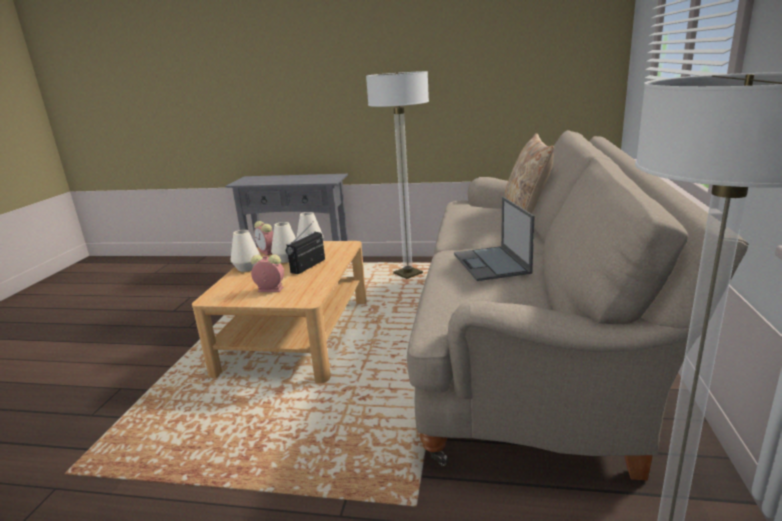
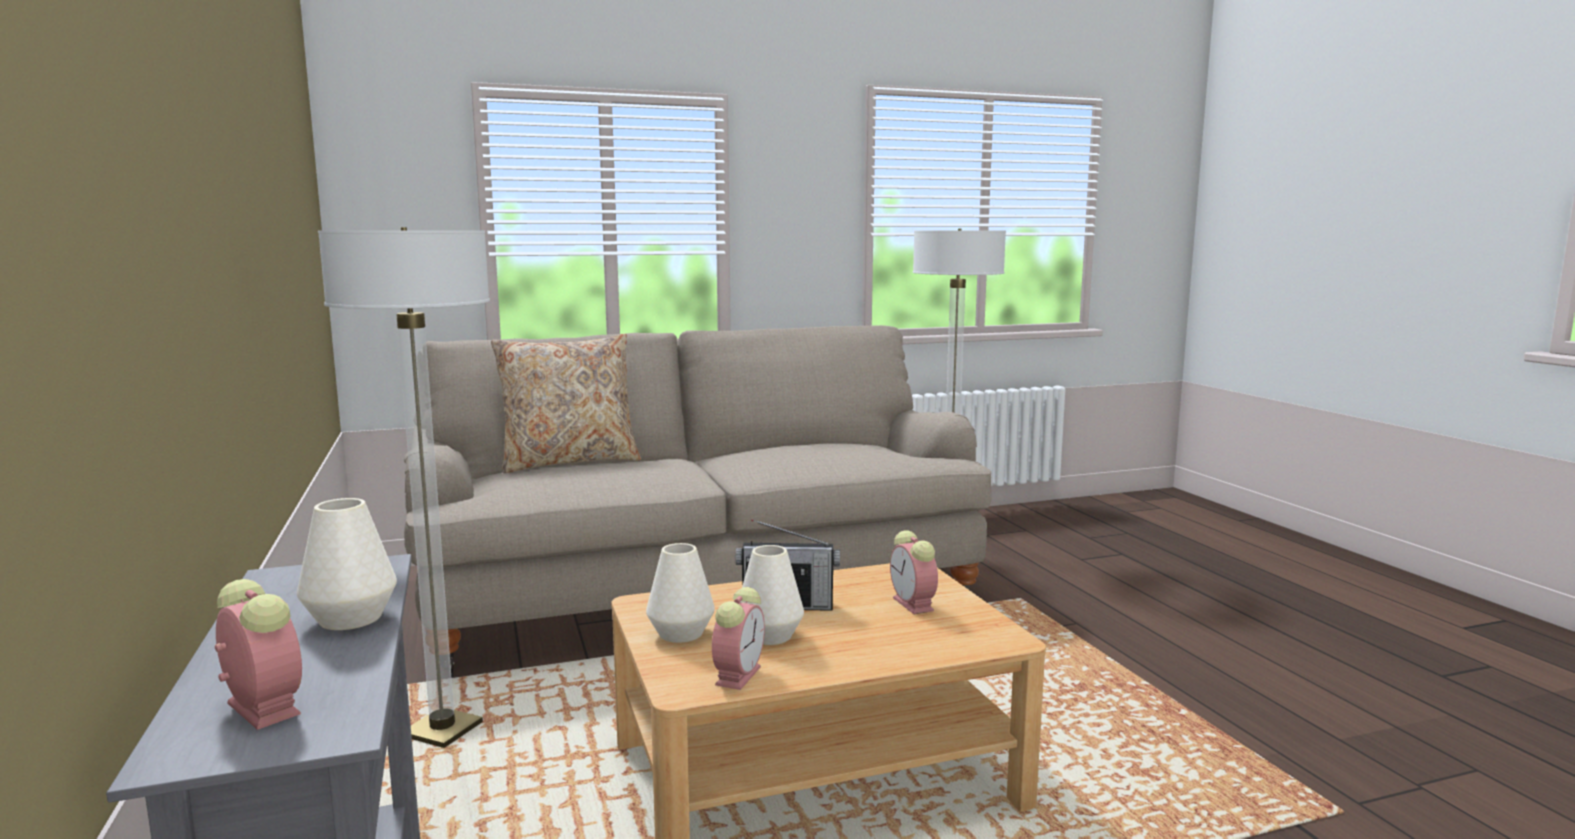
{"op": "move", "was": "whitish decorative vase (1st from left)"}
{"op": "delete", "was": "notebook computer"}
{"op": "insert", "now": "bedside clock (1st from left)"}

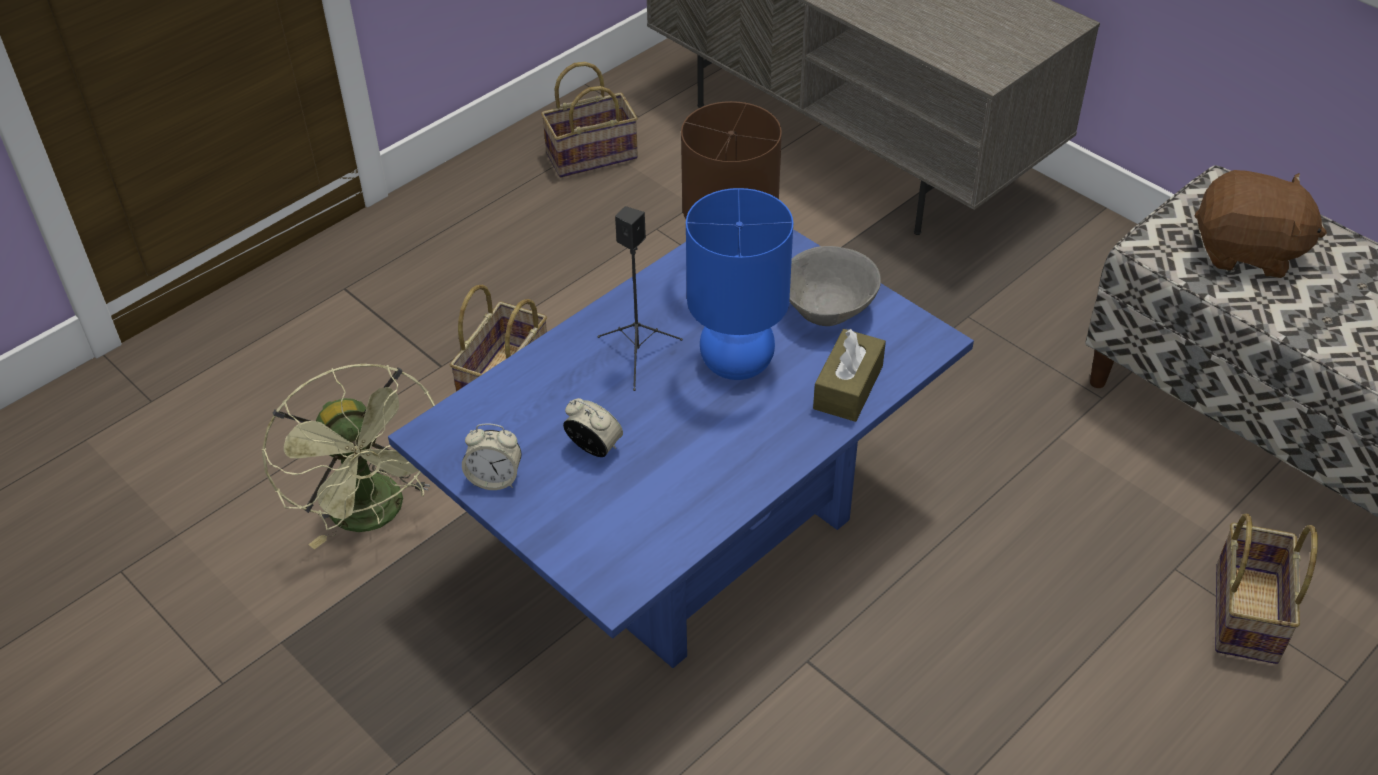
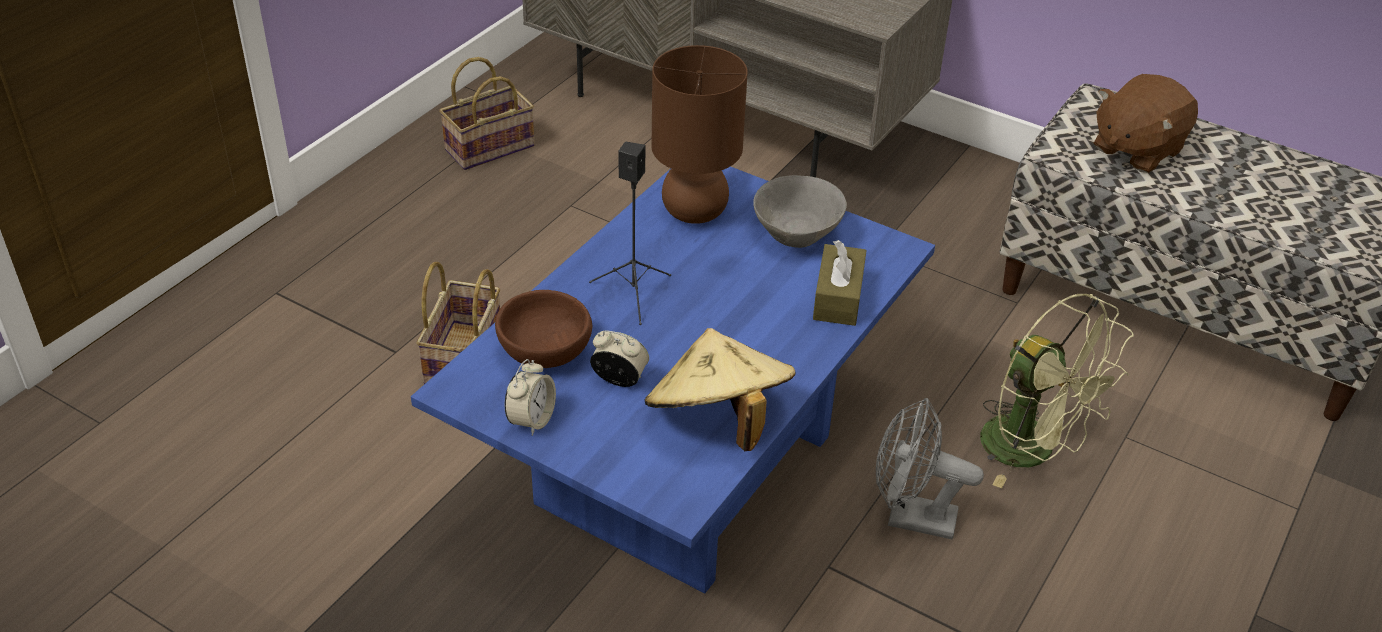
{"op": "move", "was": "green cooling fan"}
{"op": "rotate", "was": "bedside clock (1st from left)", "clockwise": -60}
{"op": "delete", "was": "bluish table lamp"}
{"op": "rotate", "was": "brown-coloured plush toy", "clockwise": 135}
{"op": "delete", "was": "basket (3rd from left)"}
{"op": "insert", "now": "brown-coloured serving bowl"}
{"op": "insert", "now": "beige-coloured clothing hat"}
{"op": "insert", "now": "grey cooling fan"}

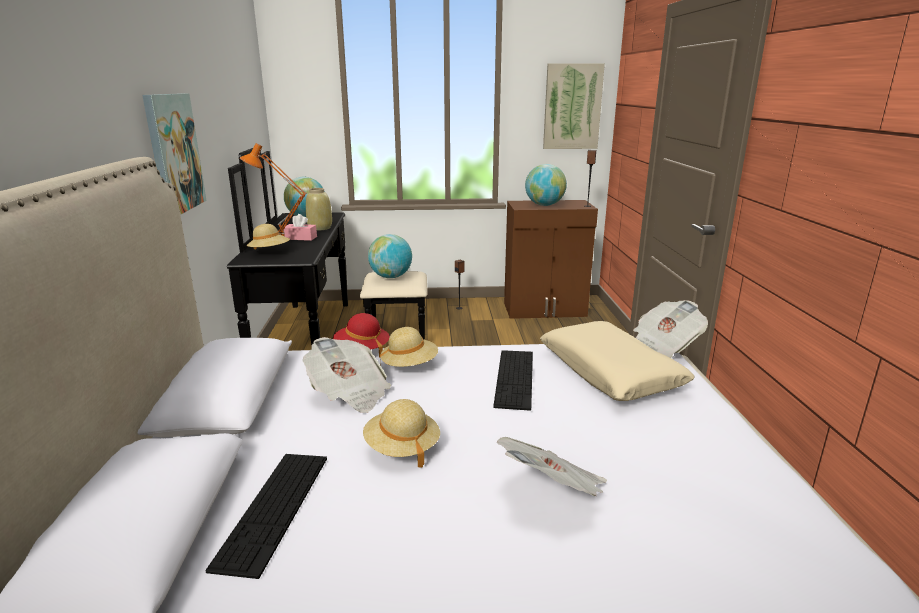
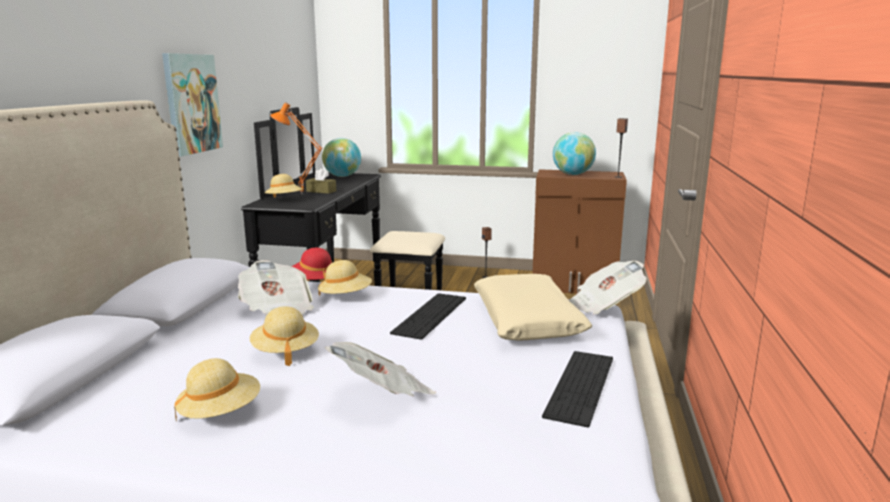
{"op": "move", "was": "PC keyboard (1st from left in the first image)", "now": "PC keyboard (2nd from left)"}
{"op": "recolor", "was": "pink-coloured tissue holder", "now": "brown-coloured tissue holder"}
{"op": "delete", "was": "beige-coloured decorative vase"}
{"op": "delete", "was": "world globe (2nd from left)"}
{"op": "delete", "was": "wall picture (2nd from left)"}
{"op": "insert", "now": "beige-coloured clothing hat (1st from left)"}

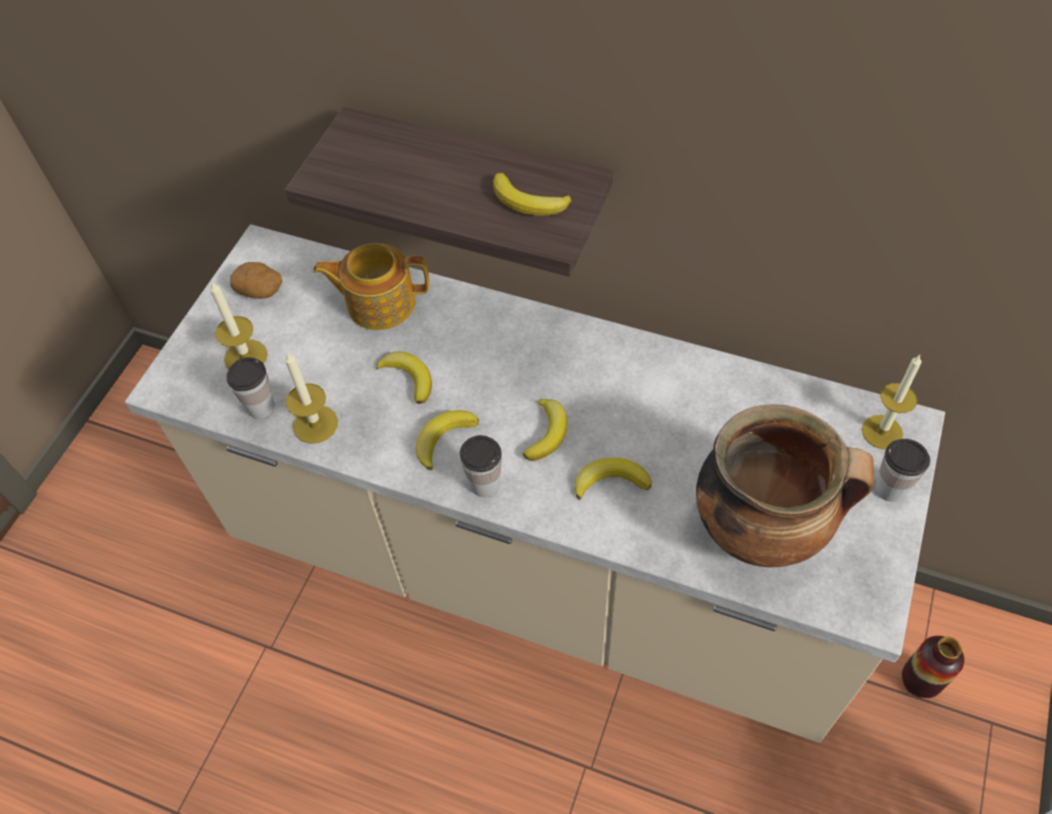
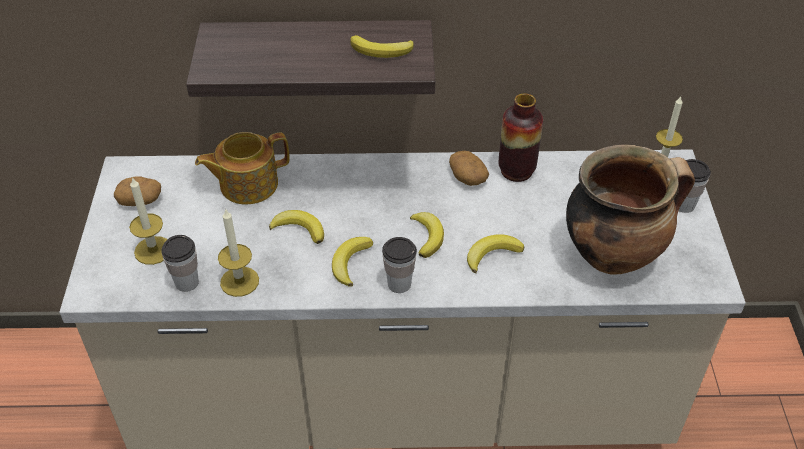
{"op": "move", "was": "decorative vase"}
{"op": "insert", "now": "whole potato (2nd from left)"}

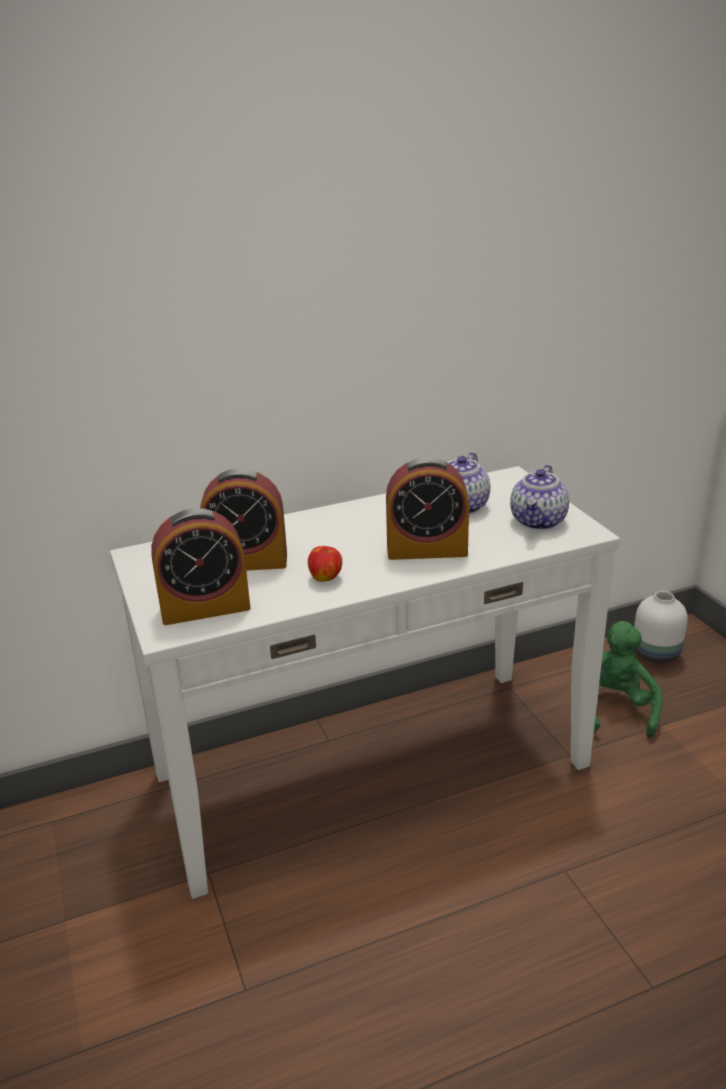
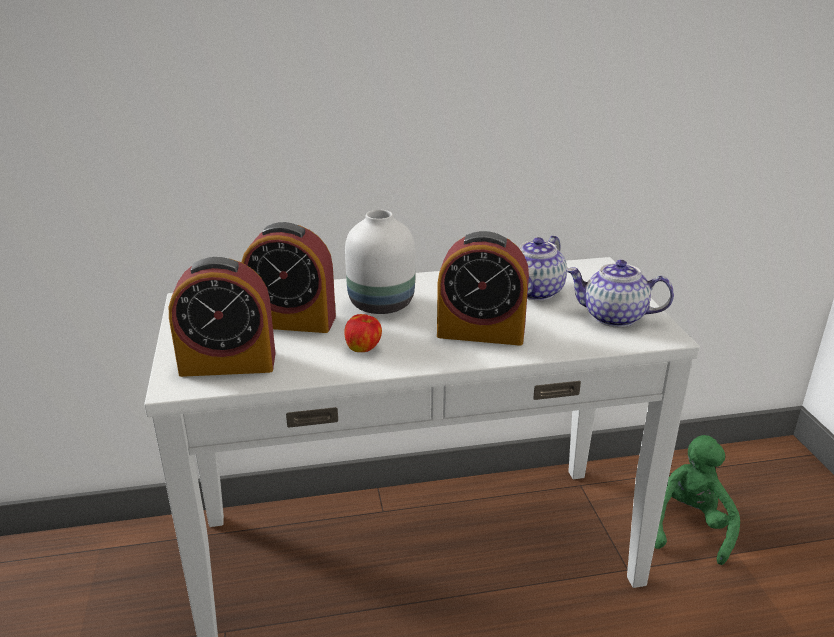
{"op": "rotate", "was": "tea pot (2nd from left)", "clockwise": 75}
{"op": "move", "was": "whitish decorative vase"}

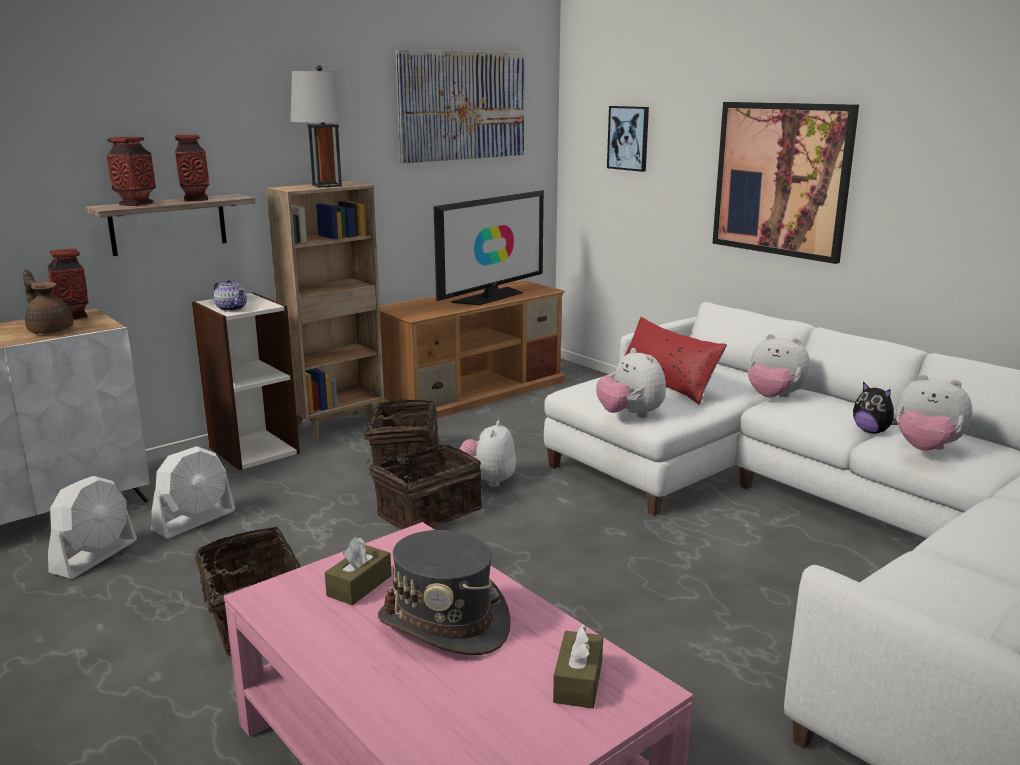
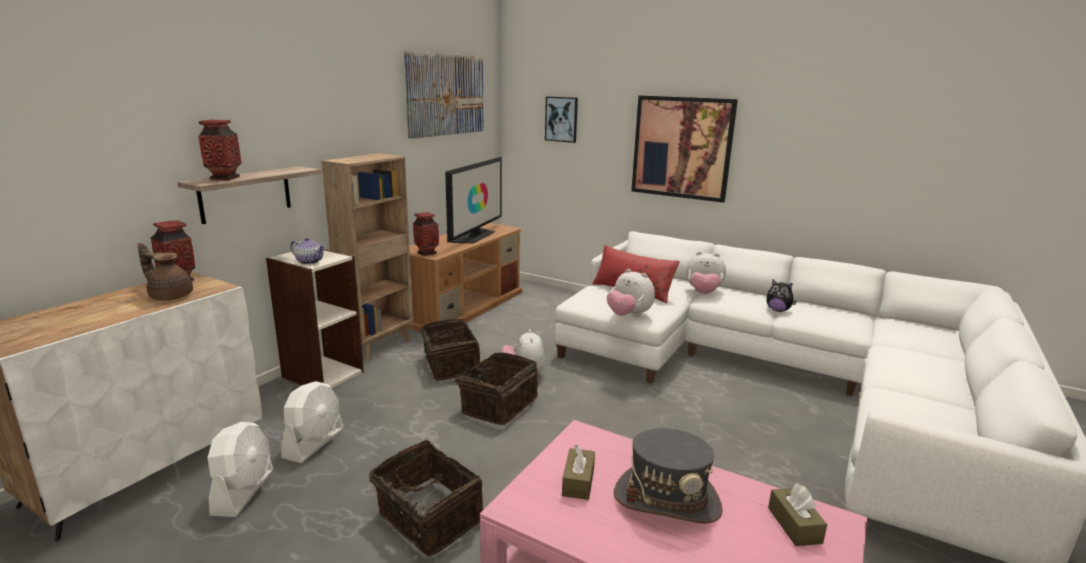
{"op": "move", "was": "decorative vase (3rd from left)"}
{"op": "delete", "was": "grey table lamp"}
{"op": "delete", "was": "plush toy (5th from left)"}

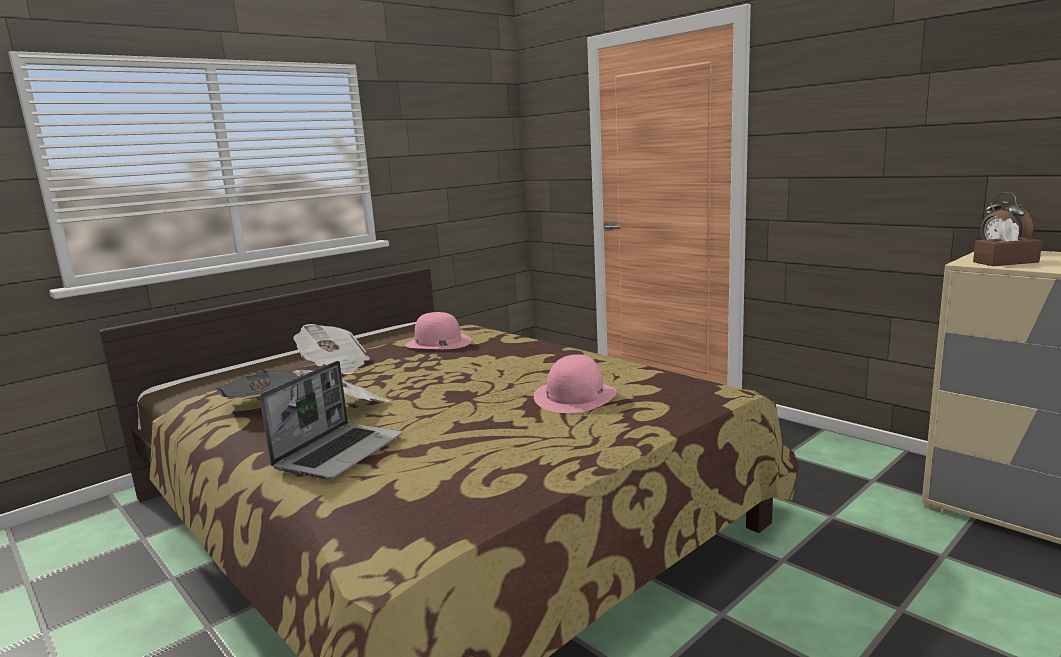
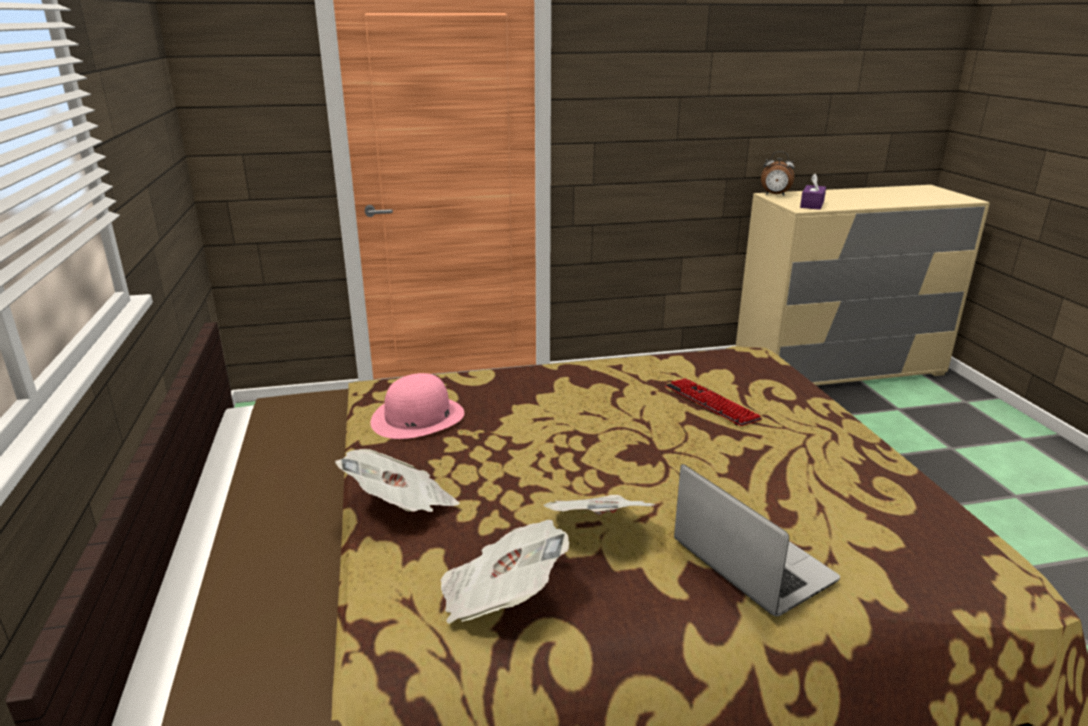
{"op": "replace", "was": "pink-coloured clothing hat (2nd from left)", "now": "PC keyboard"}
{"op": "recolor", "was": "brown-coloured tissue holder", "now": "purple-coloured tissue holder"}

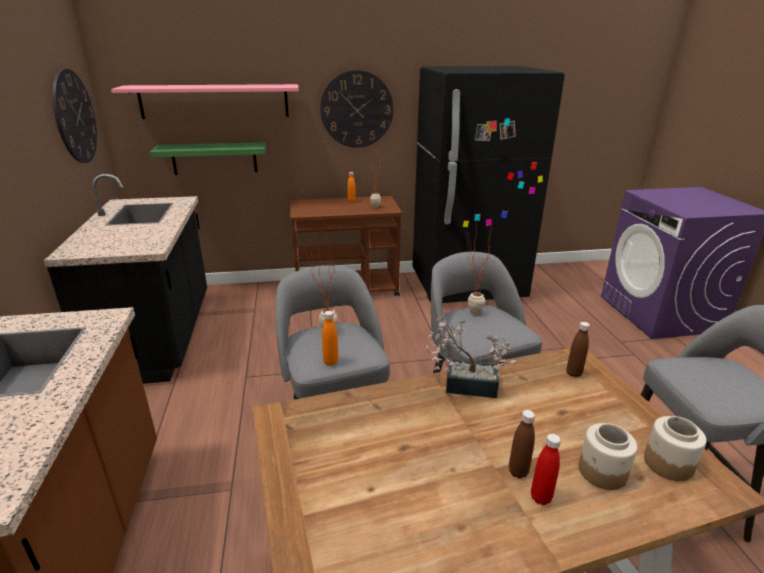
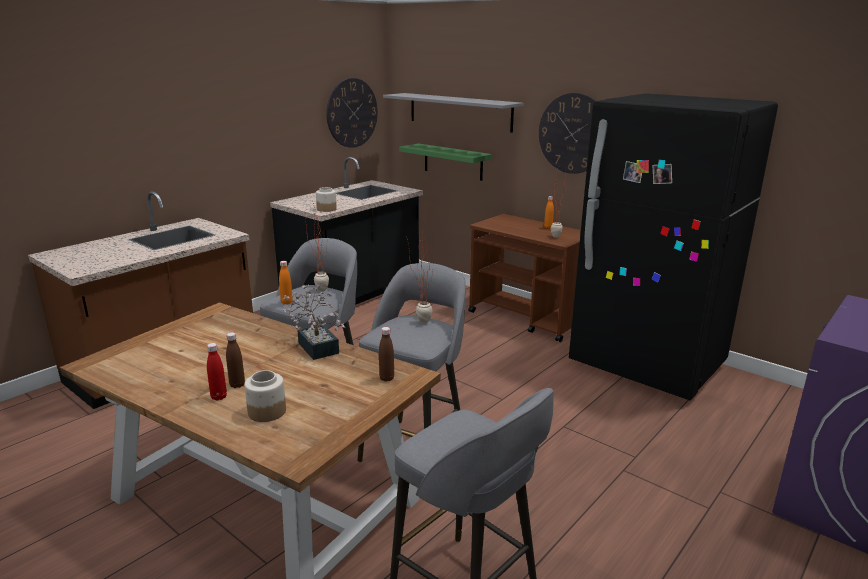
{"op": "recolor", "was": "pink-coloured wall shelf", "now": "grey wall shelf"}
{"op": "move", "was": "jar (2nd from left)"}

